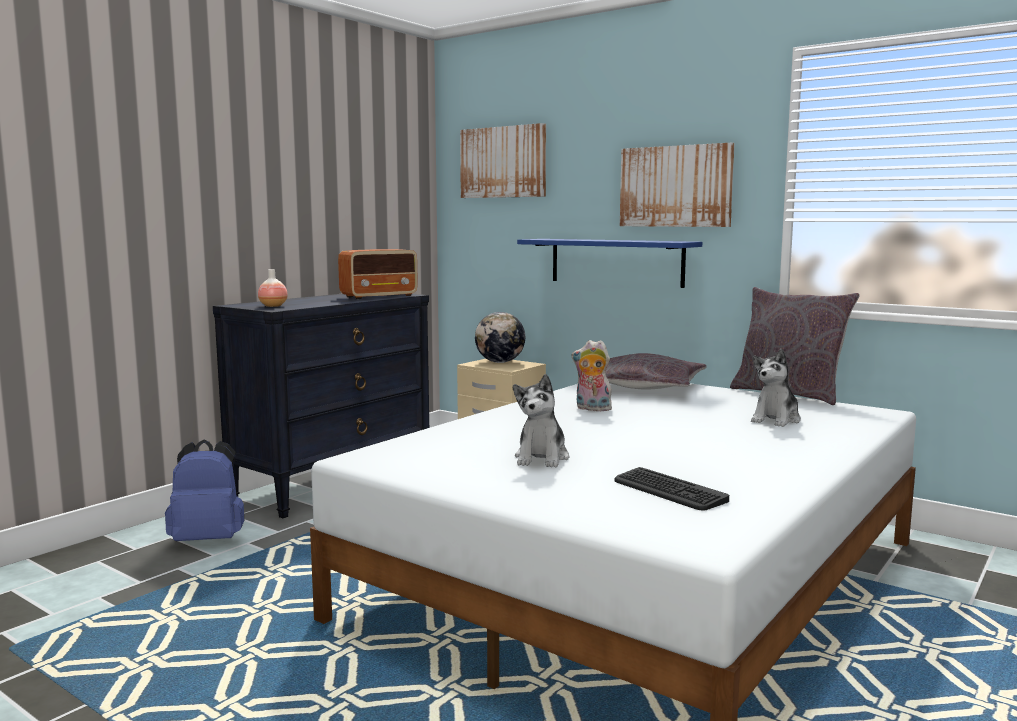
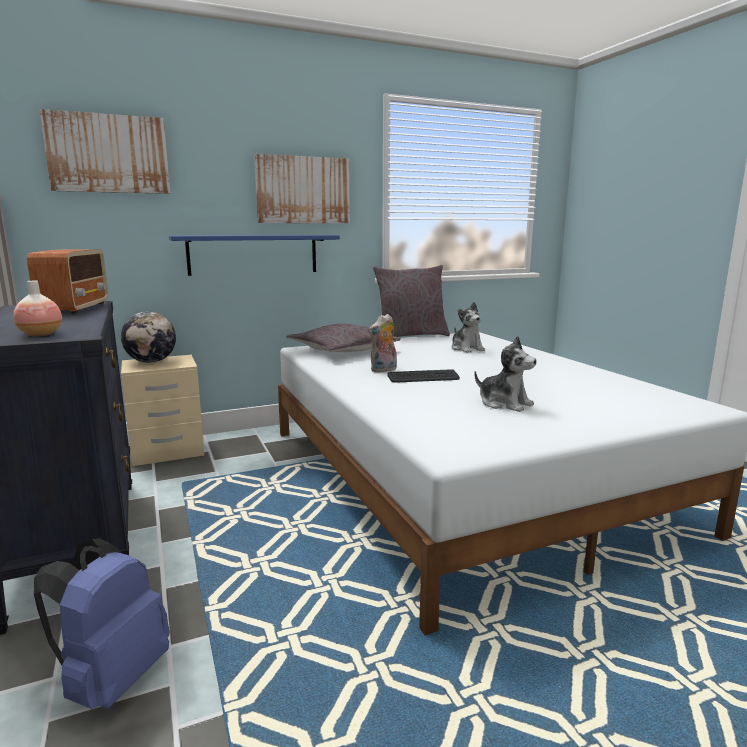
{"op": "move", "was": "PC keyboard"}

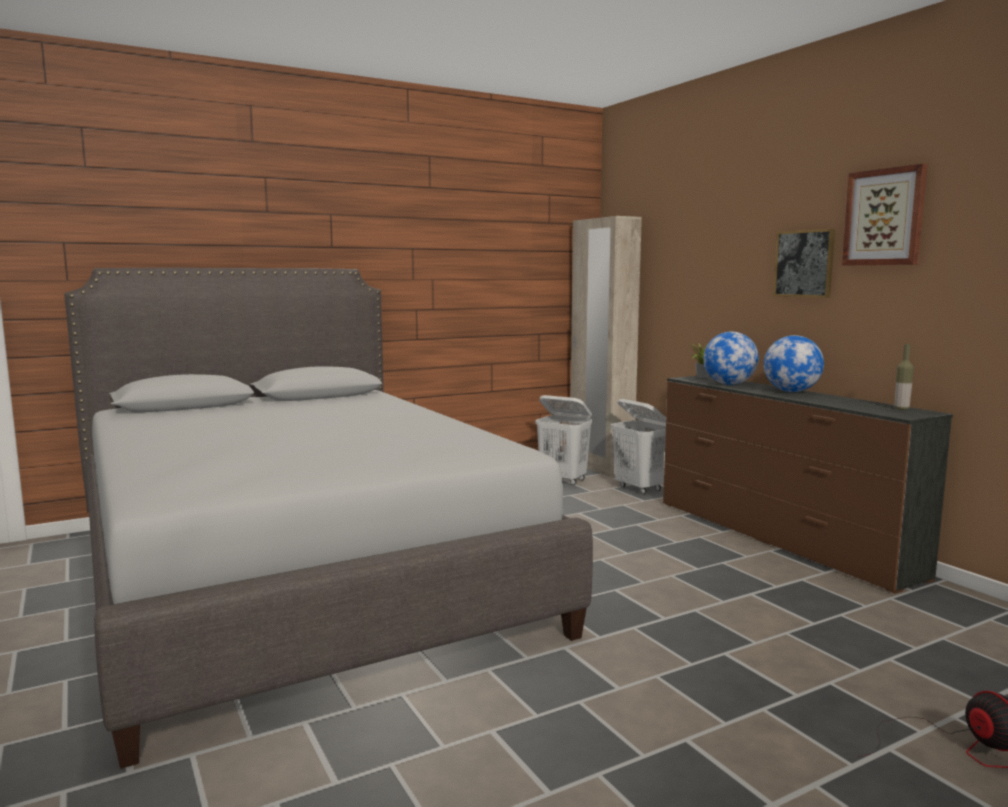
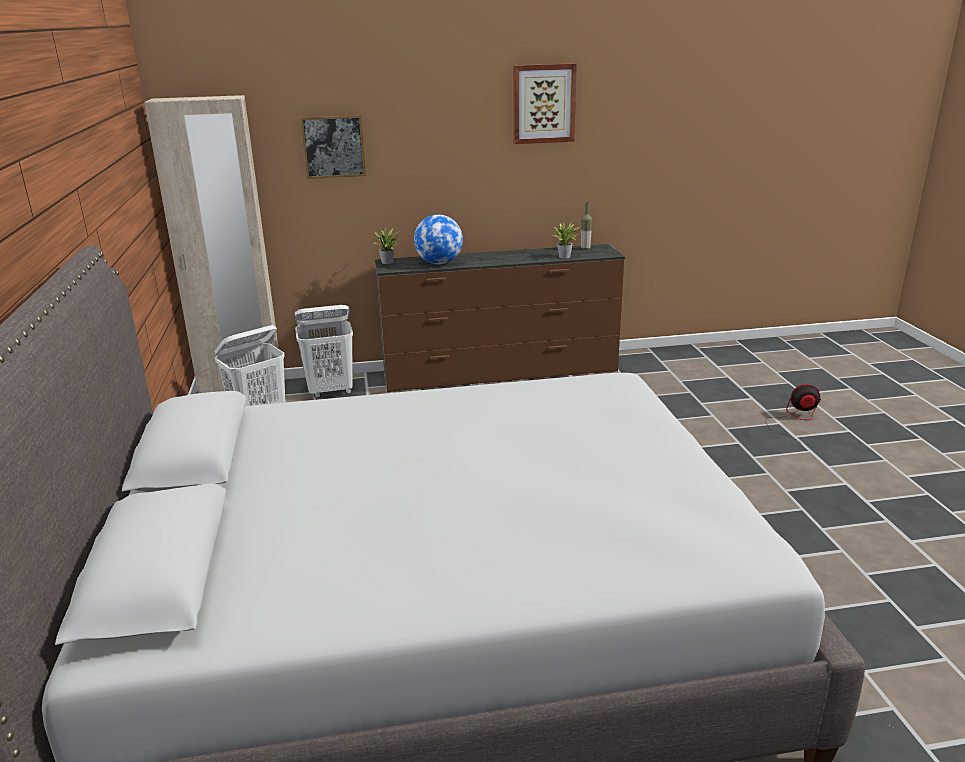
{"op": "delete", "was": "world globe (2nd from left)"}
{"op": "move", "was": "wall picture (1st from left)"}
{"op": "insert", "now": "potted plant (2nd from left)"}

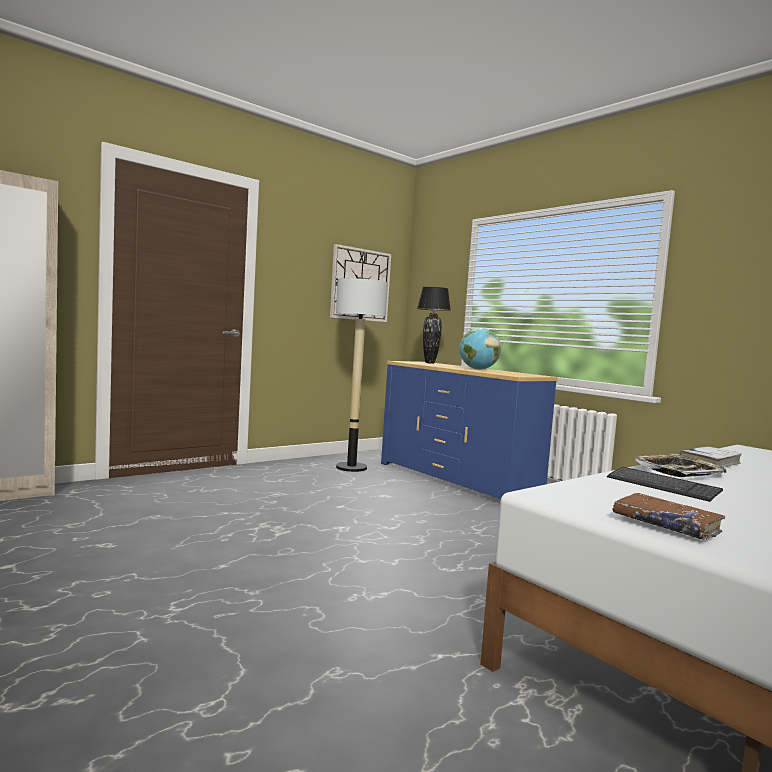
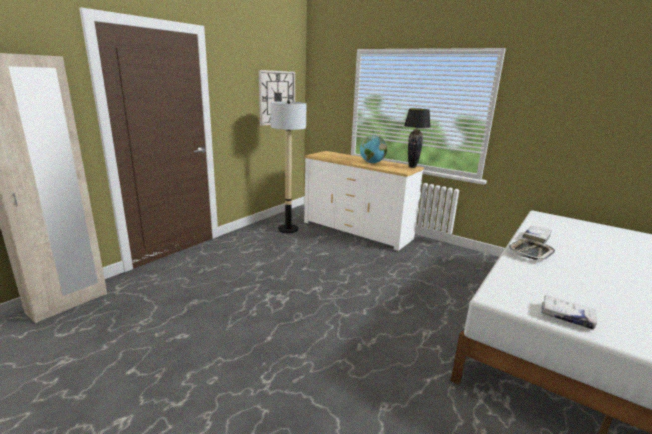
{"op": "recolor", "was": "bluish drawer chest", "now": "whitish drawer chest"}
{"op": "move", "was": "black-coloured table lamp"}
{"op": "delete", "was": "PC keyboard"}
{"op": "recolor", "was": "brown-coloured volume", "now": "whitish volume (2nd from left)"}

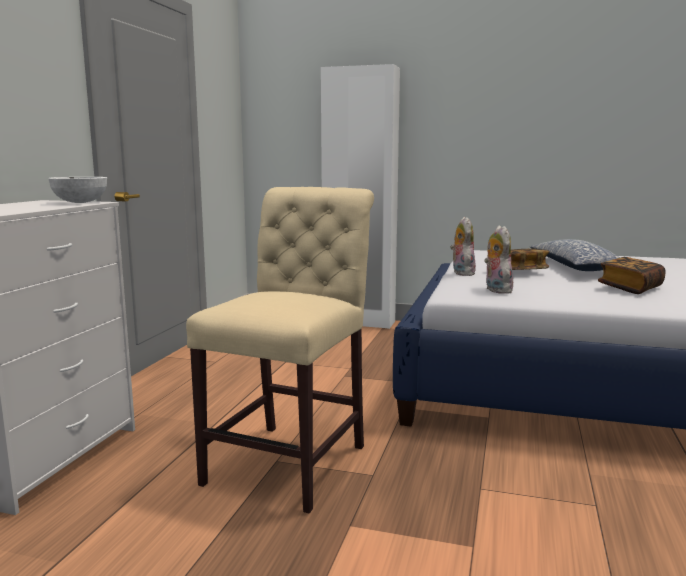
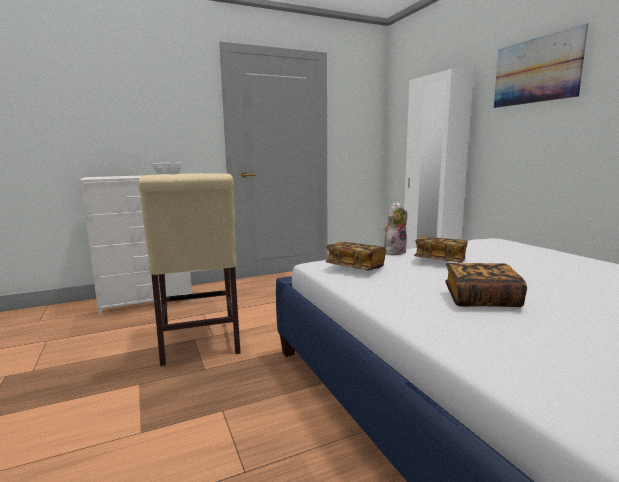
{"op": "rotate", "was": "beige-coloured upright chair", "clockwise": 90}
{"op": "replace", "was": "plush toy (2nd from left)", "now": "volume (1st from left)"}
{"op": "delete", "was": "cushion"}
{"op": "insert", "now": "wall picture"}

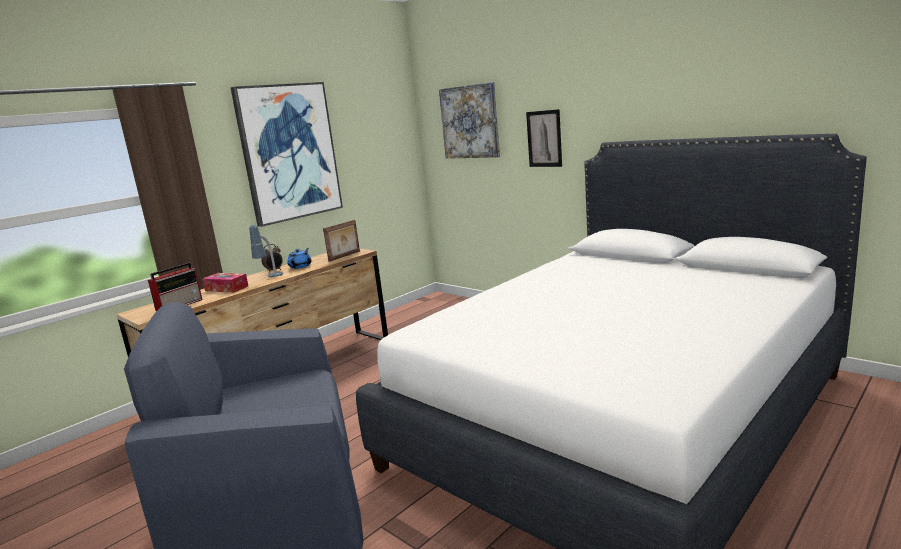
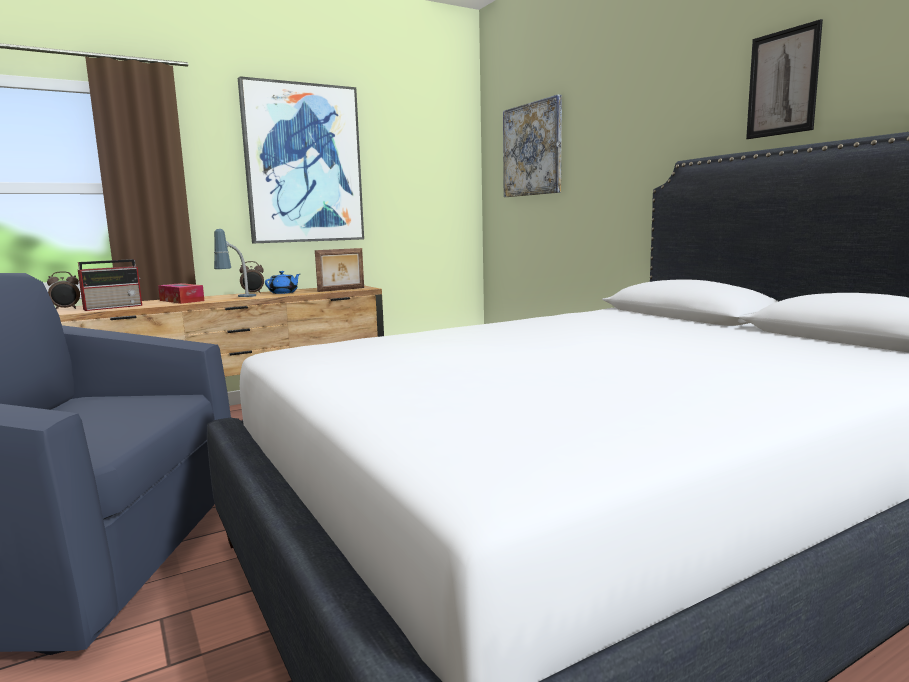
{"op": "move", "was": "wall picture (3rd from left)"}
{"op": "insert", "now": "bedside clock (1st from left)"}

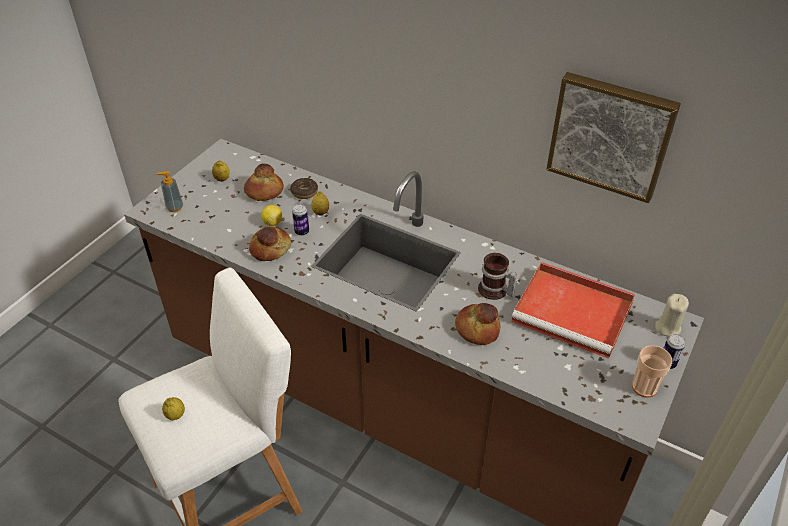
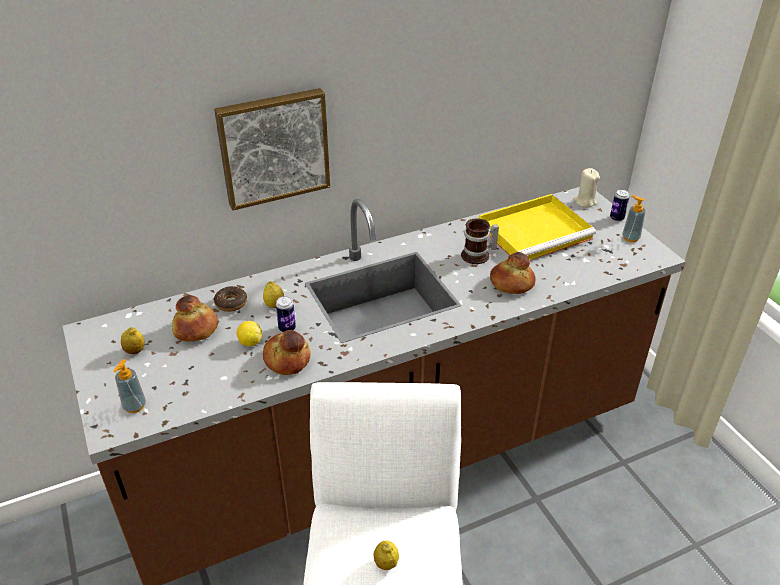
{"op": "recolor", "was": "red-coloured carrying tray", "now": "yellow carrying tray"}
{"op": "move", "was": "wall picture"}
{"op": "replace", "was": "small cup", "now": "soap dispenser (2nd from left)"}

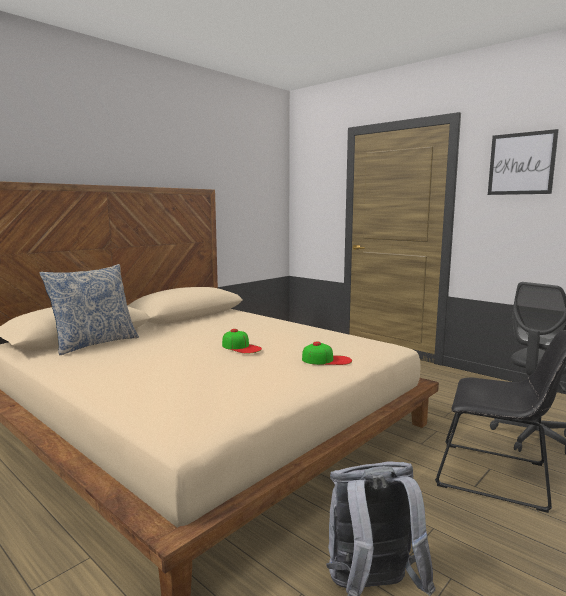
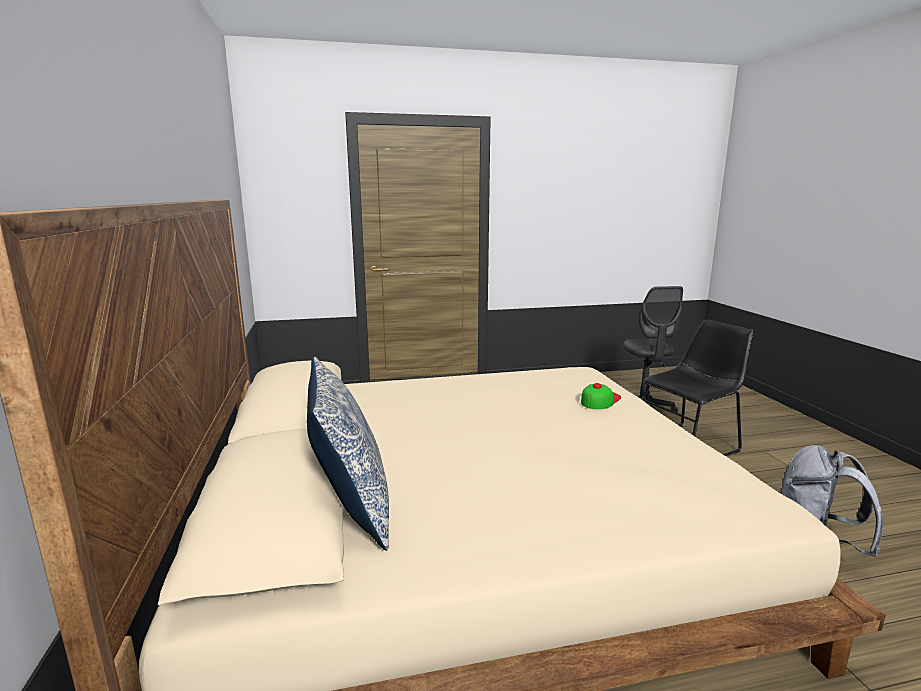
{"op": "delete", "was": "cap (1st from left)"}
{"op": "delete", "was": "wall picture"}

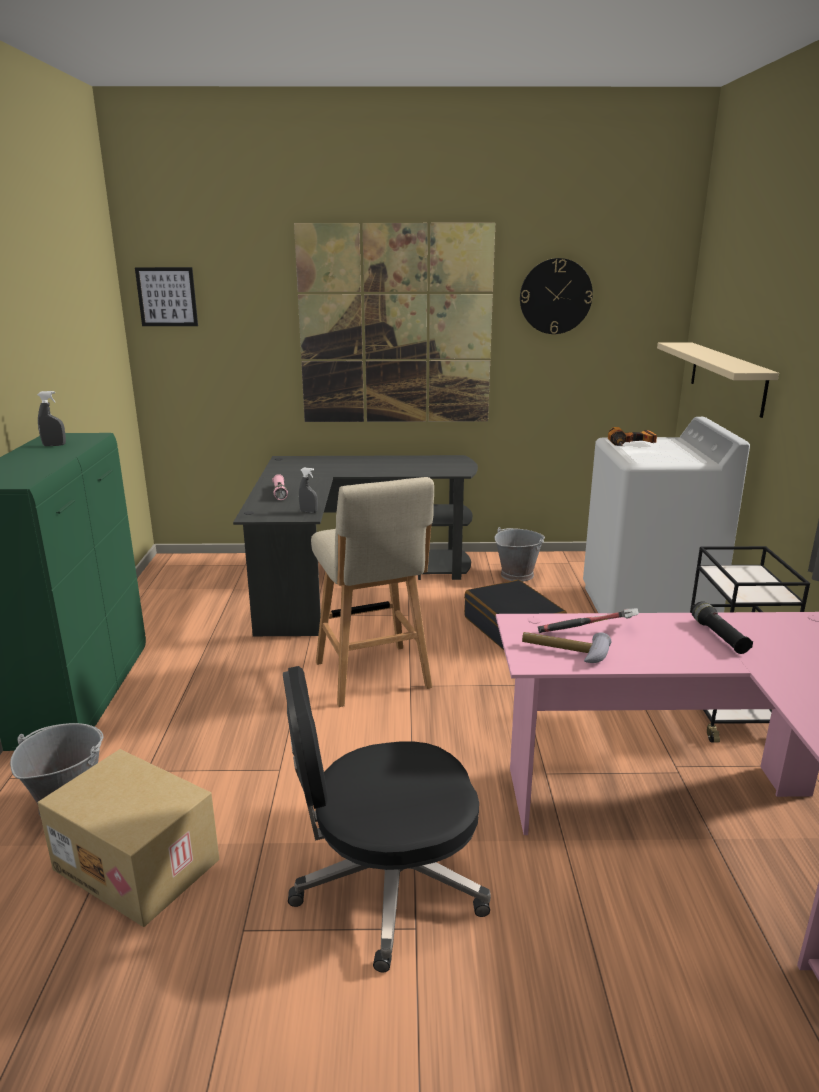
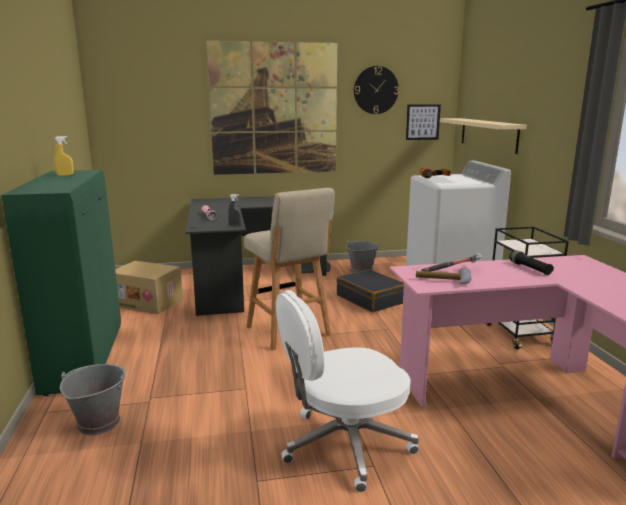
{"op": "recolor", "was": "grey spray bottle (1st from left)", "now": "yellow spray bottle"}
{"op": "move", "was": "carton"}
{"op": "move", "was": "wall picture (1st from left in the first image)", "now": "wall picture (2nd from left)"}
{"op": "recolor", "was": "black-coloured desk chair", "now": "whitish desk chair"}

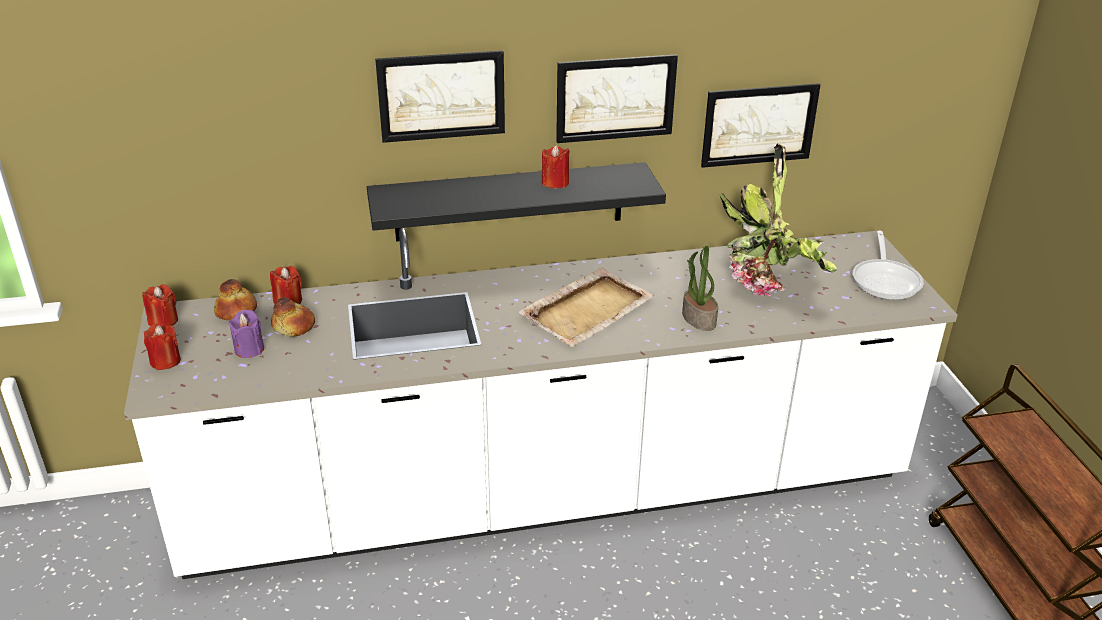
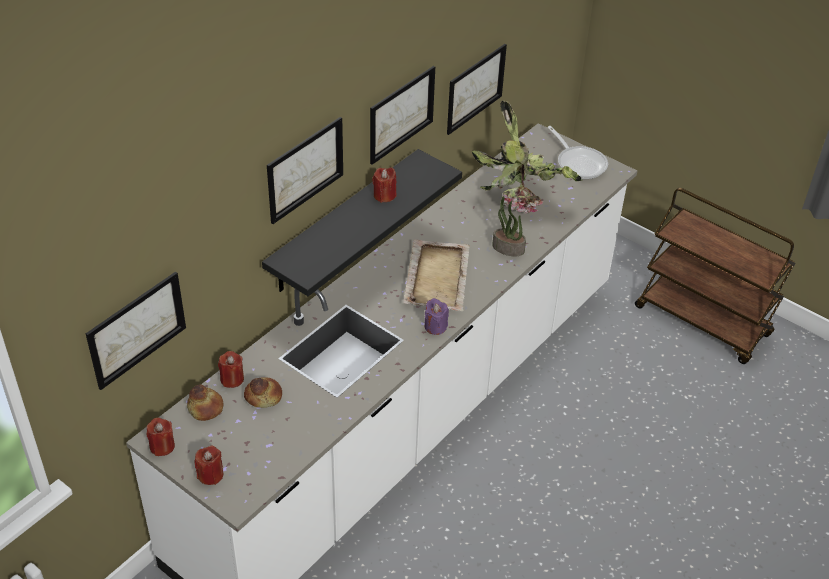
{"op": "move", "was": "purple-coloured candle"}
{"op": "insert", "now": "wall picture (1st from left)"}

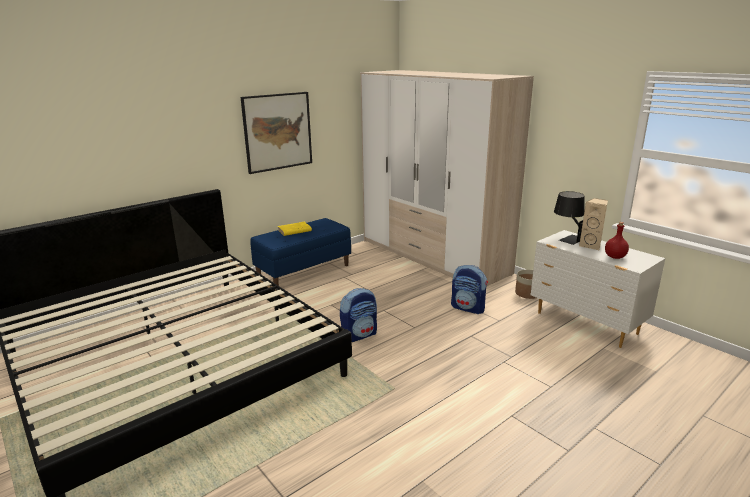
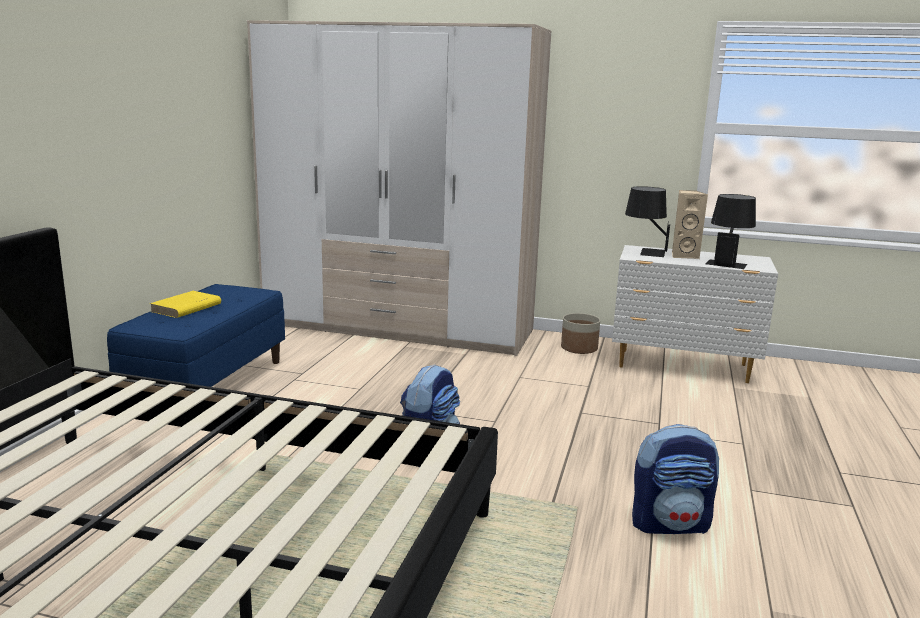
{"op": "delete", "was": "wall picture"}
{"op": "move", "was": "rucksack (2nd from left)"}
{"op": "replace", "was": "red-coloured drink bottle", "now": "black-coloured table lamp (2nd from left)"}

